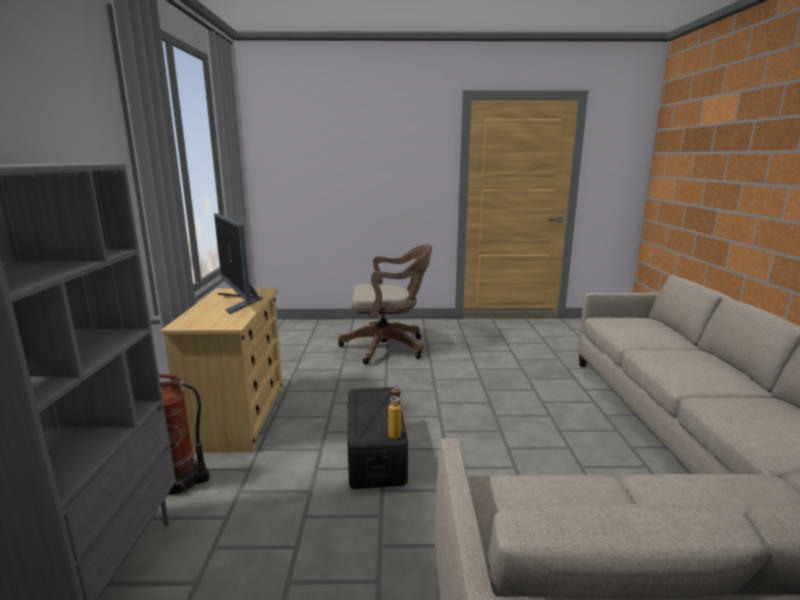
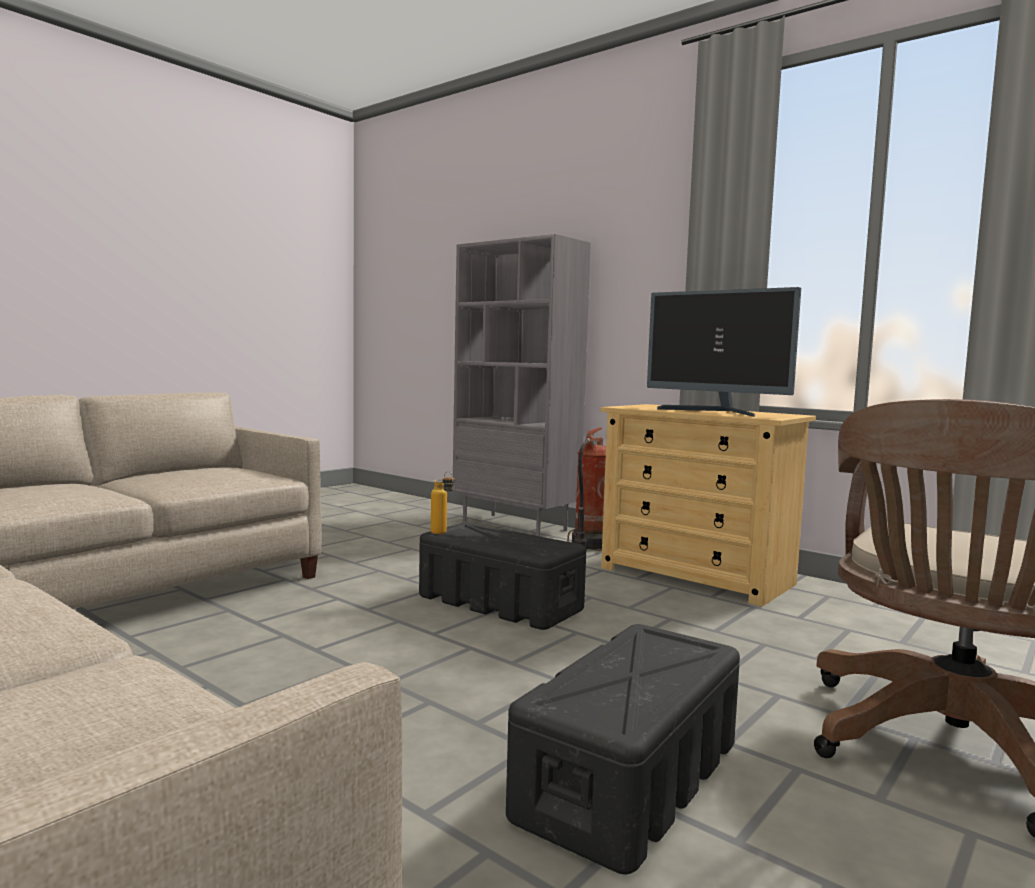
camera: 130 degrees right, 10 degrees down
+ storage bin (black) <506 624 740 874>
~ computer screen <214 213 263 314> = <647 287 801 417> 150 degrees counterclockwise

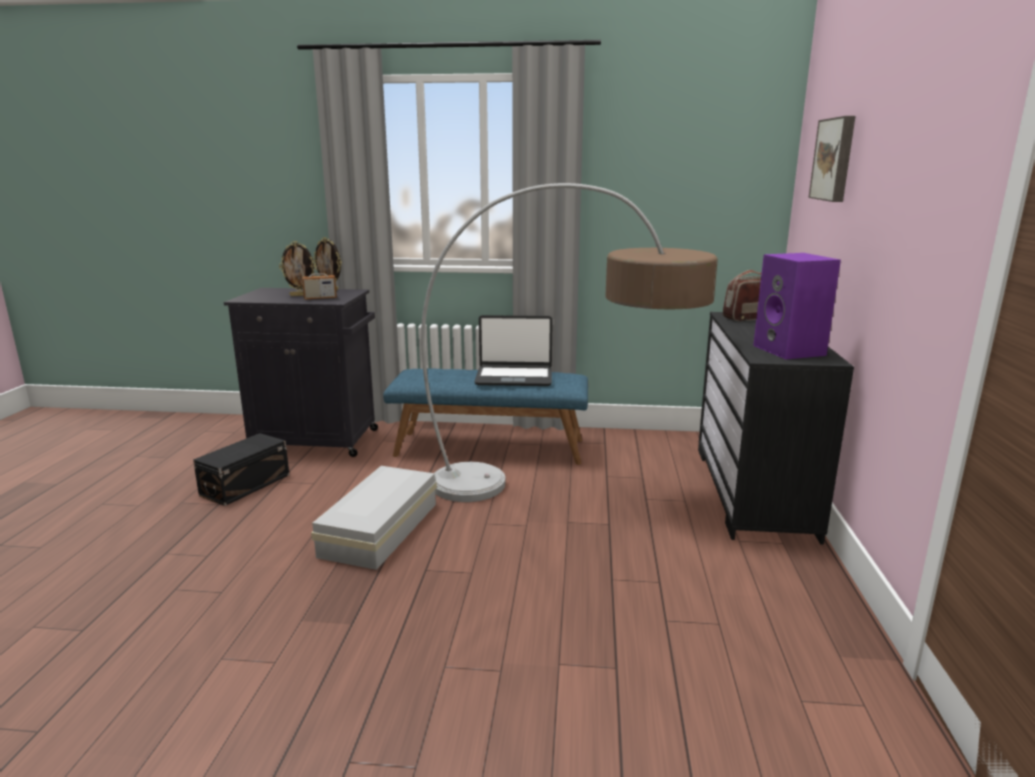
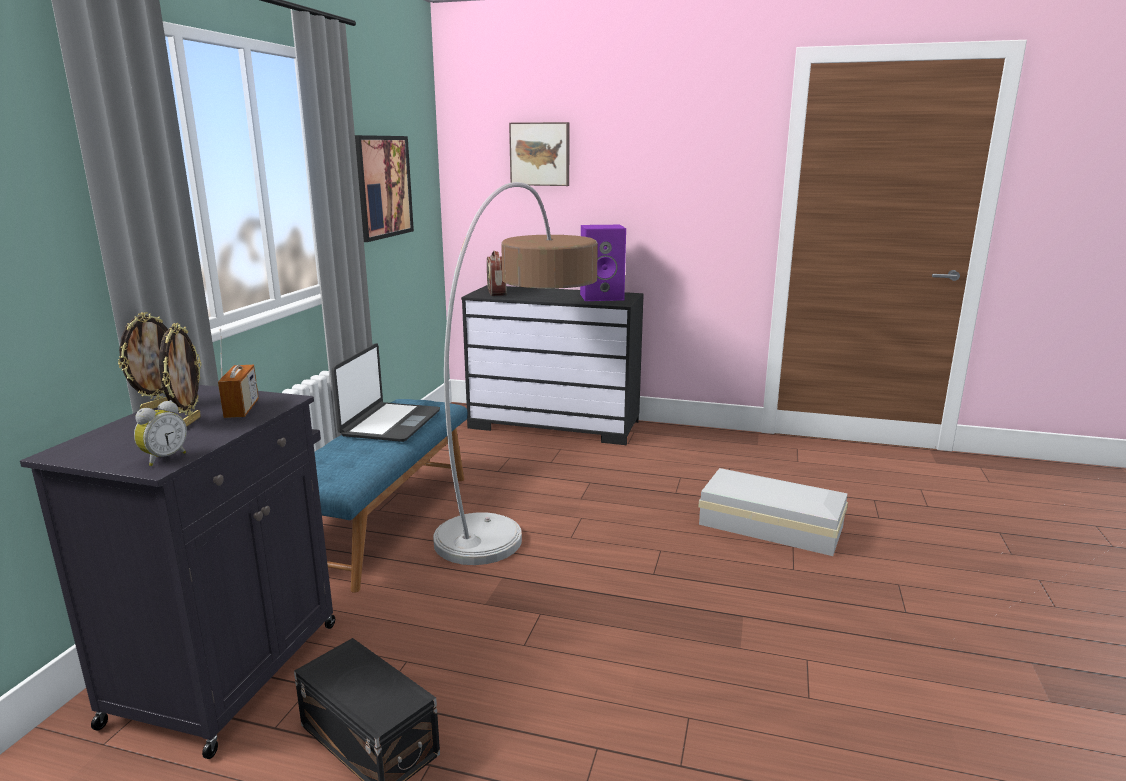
camera: 80 degrees left, 0 degrees up
+ bedside clock <134 400 187 466>
+ picture <355 135 414 242>
~ storage bin (whitish) <311 466 437 570> to <698 468 848 556>

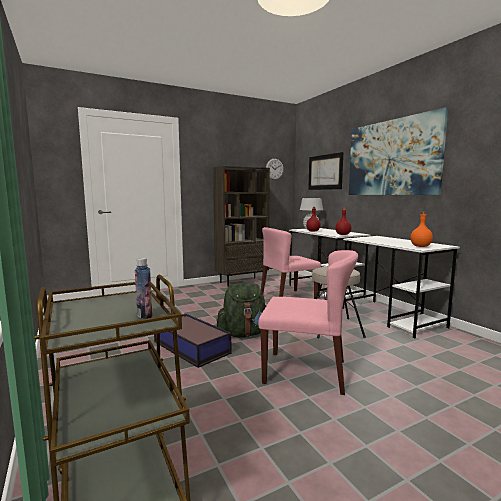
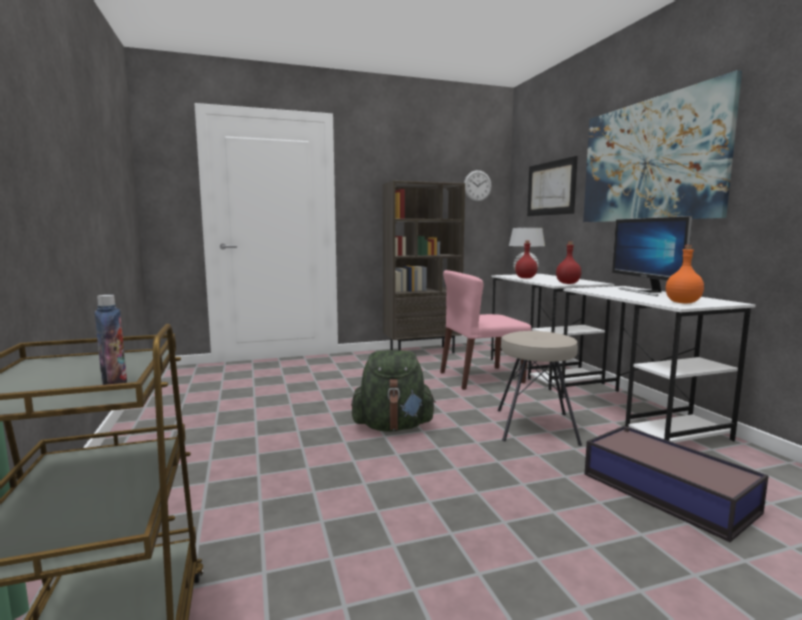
camera: 10 degrees right, 0 degrees up
- chair (pinkish) <258 250 358 395>
+ computer screen <612 216 692 296>
~ storage bin <154 314 231 368> to <584 426 769 542>

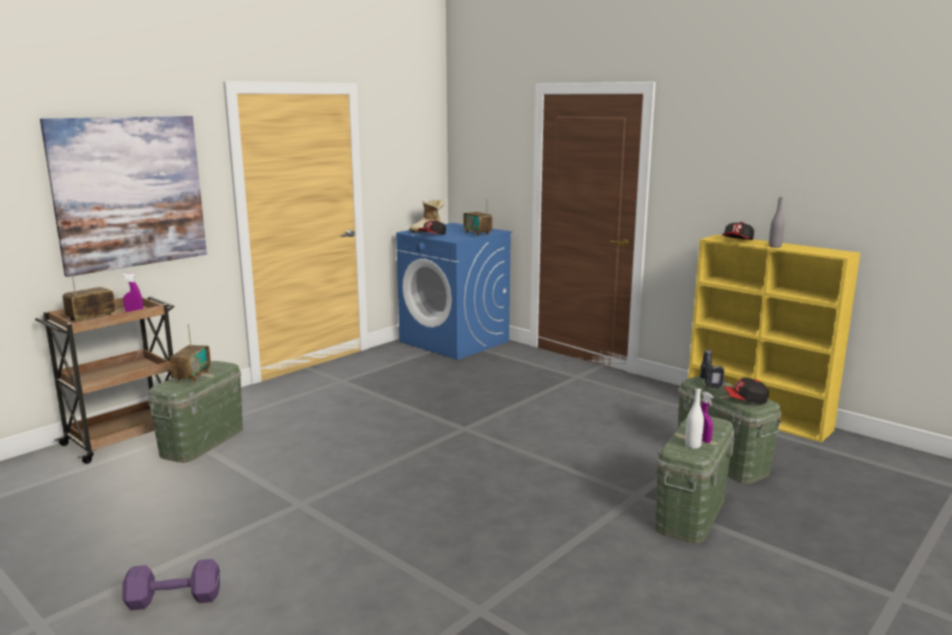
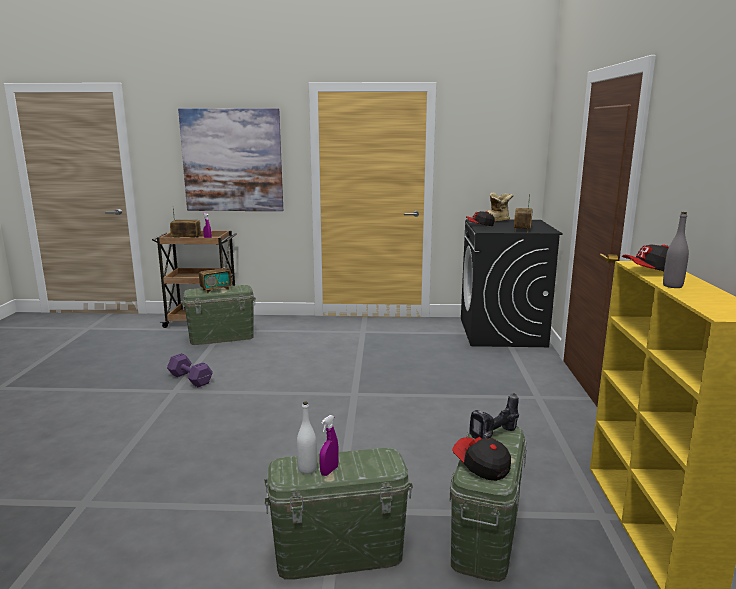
camera: 50 degrees right, 0 degrees up
~ dumbbell (purple) <122 559 220 610> to <167 353 213 387>
~ washing machine (blue) <396 223 512 360> to washing machine (black) <461 219 563 347>

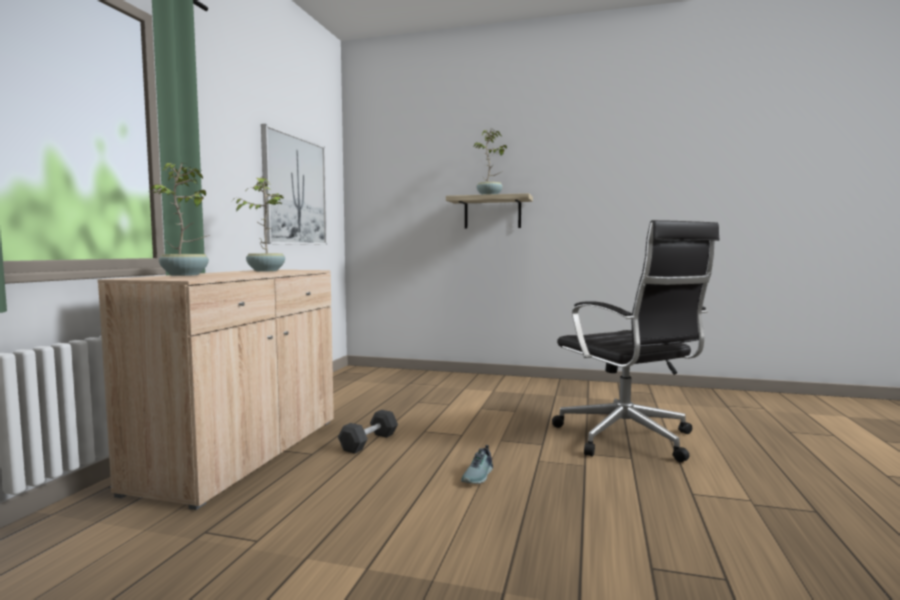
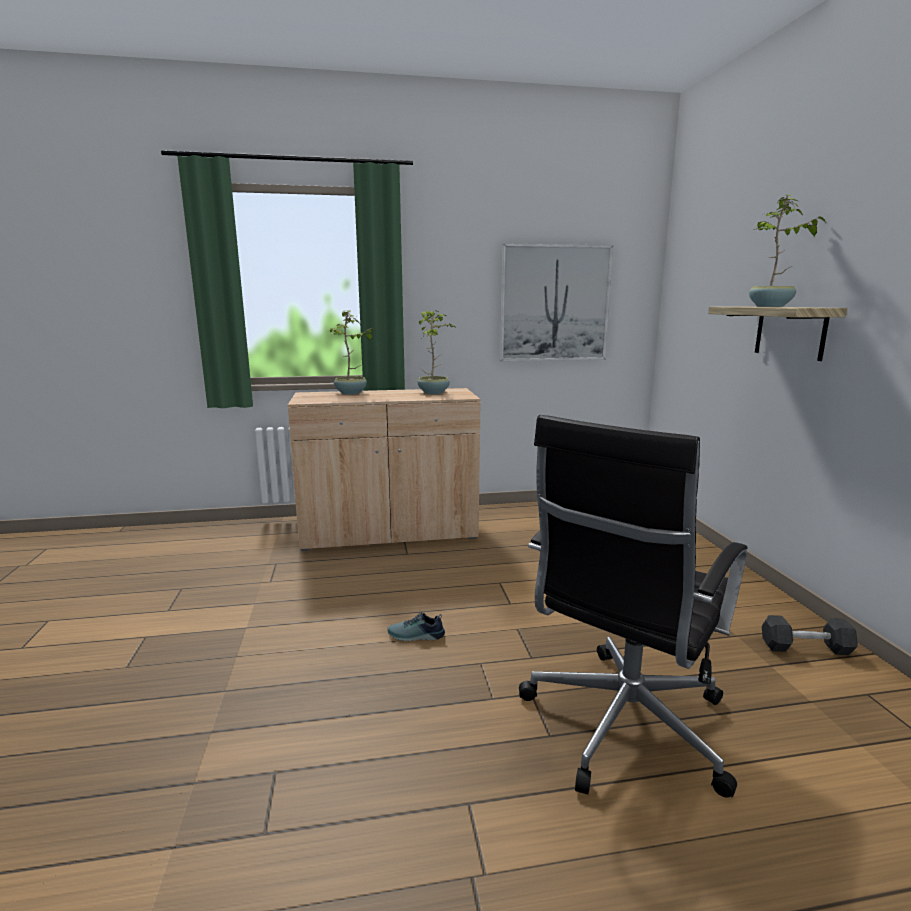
camera: 65 degrees right, 10 degrees up
~ dumbbell (black) <338 410 398 454> to <762 615 858 655>

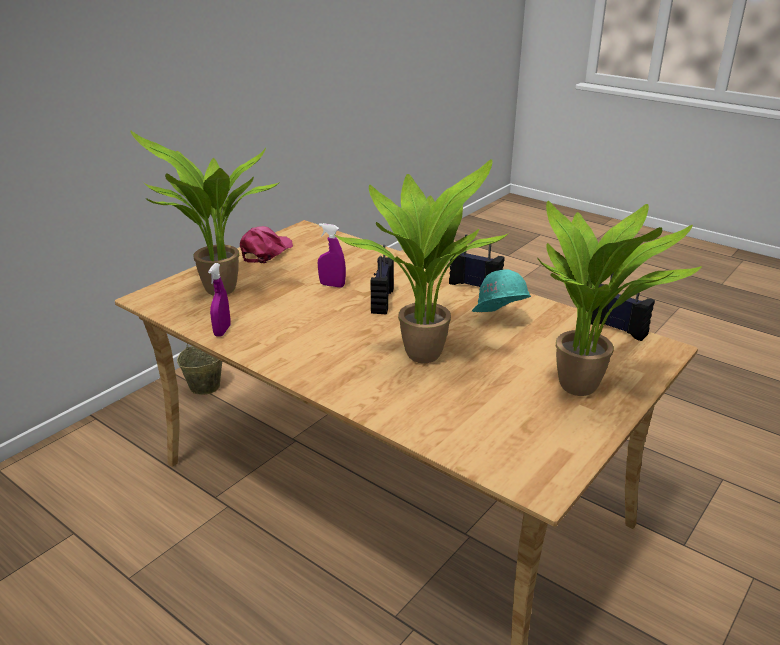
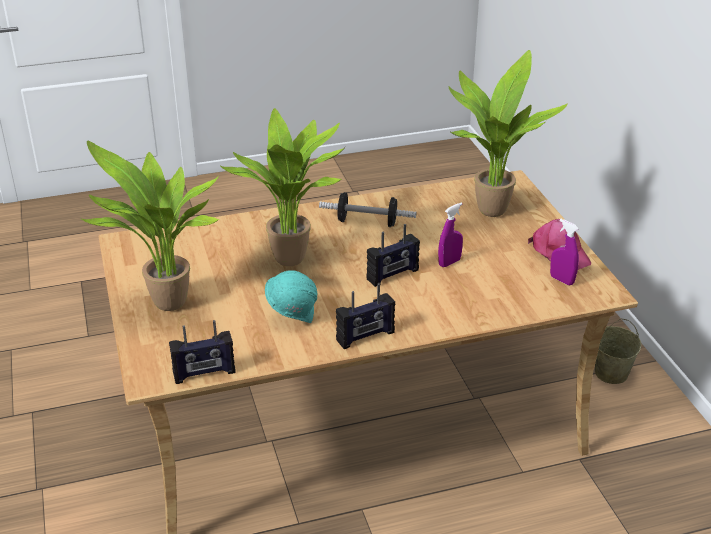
camera: 125 degrees right, 5 degrees up
+ dumbbell <319 192 416 227>
~ spray bottle (purple) <208 263 231 337> to <550 219 579 285>
~ radio receiver <370 245 394 314> = <367 224 420 287> 105 degrees clockwise

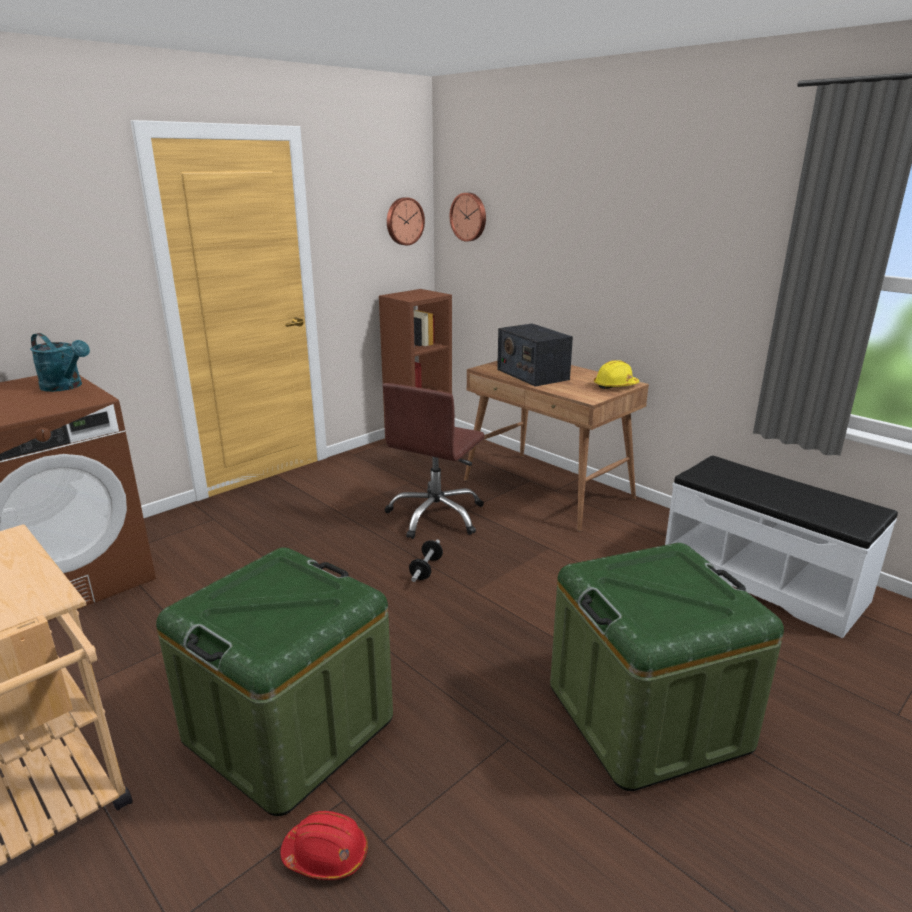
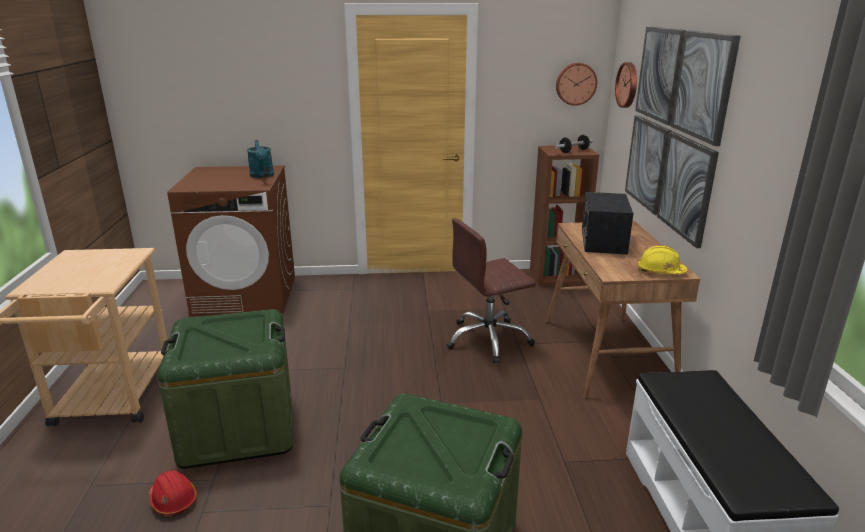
camera: 40 degrees right, 0 degrees up
+ picture <625 26 741 248>
~ dumbbell <409 540 443 582> to <555 135 593 153>

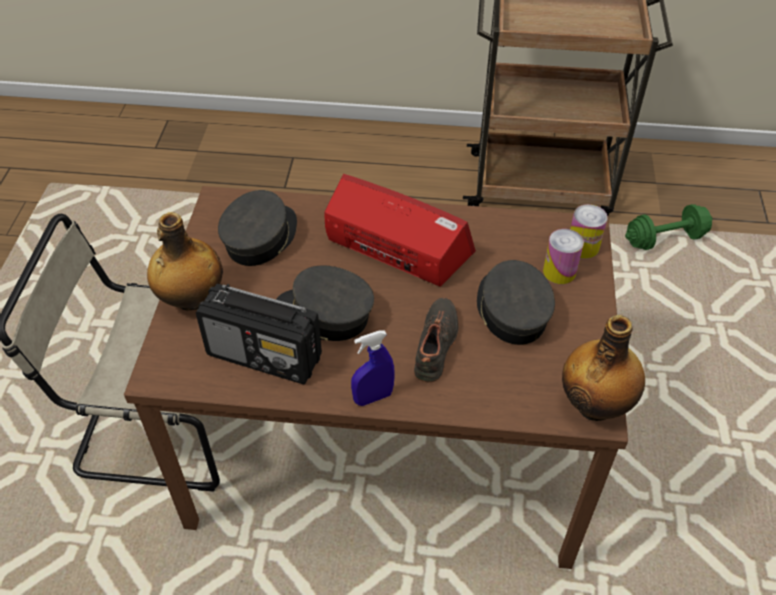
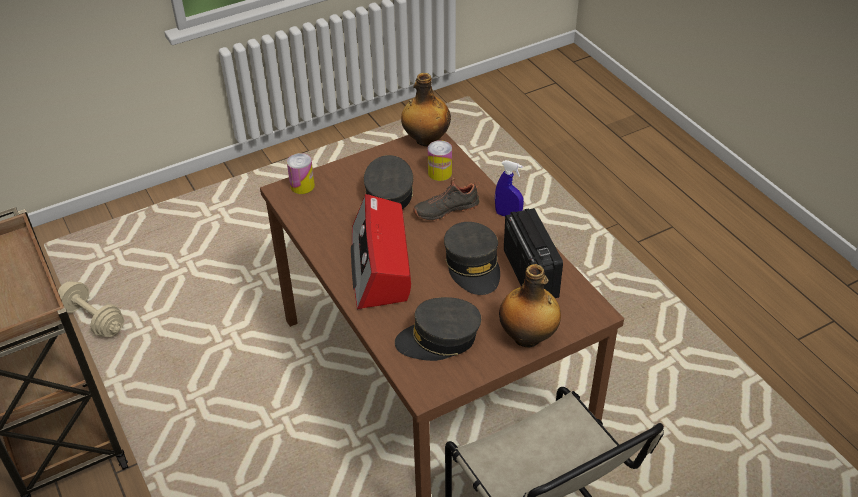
camera: 125 degrees left, 5 degrees down
~ metal can <543 229 584 284> to <428 140 452 181>
~ dumbbell (green-coloured) <625 204 713 250> to dumbbell (beige) <58 281 124 337>
~ cap (grey) <477 260 555 345> = <364 155 413 209> 135 degrees clockwise

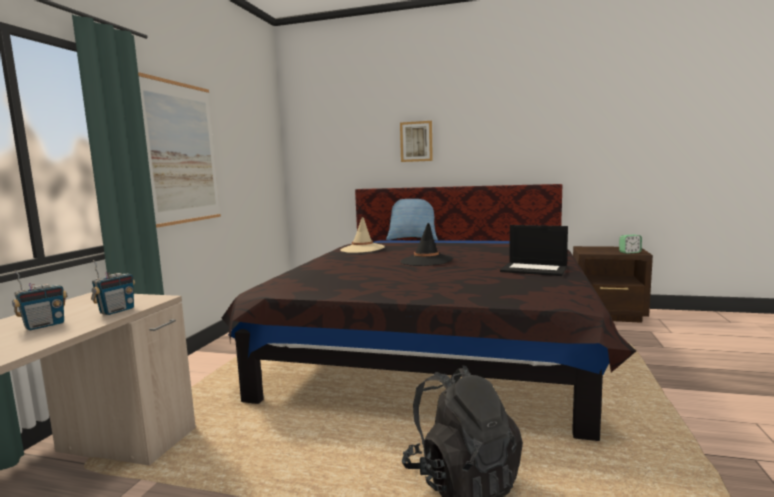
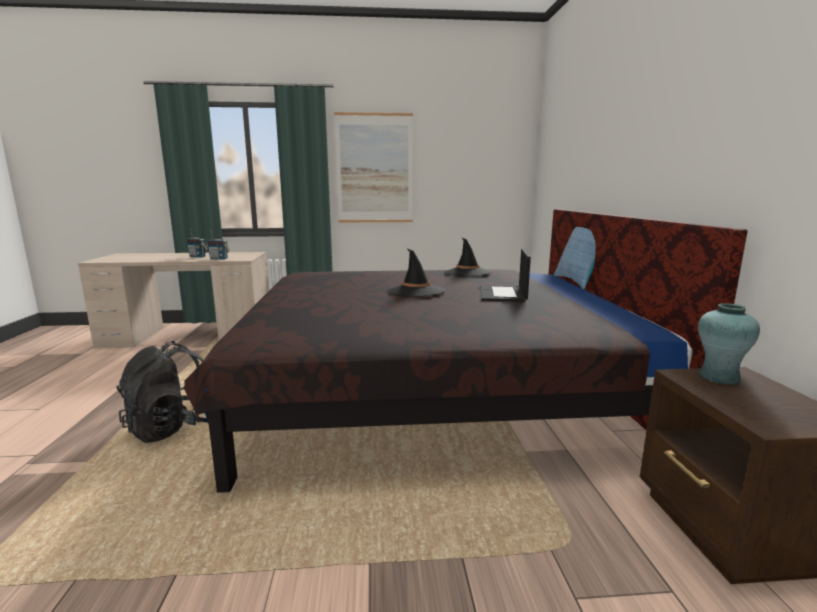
camera: 70 degrees right, 5 degrees up
- picture <400 121 433 162>
- bedside clock <619 235 642 254>
+ vase (turquoise-coloured) <698 303 760 385>
~ portable computer <500 225 568 276> to <480 249 531 302>
~ hat (beige) <340 217 385 253> to hat (black) <444 237 492 276>

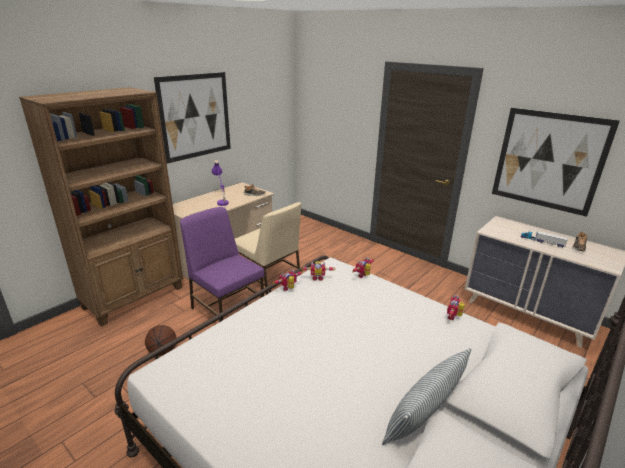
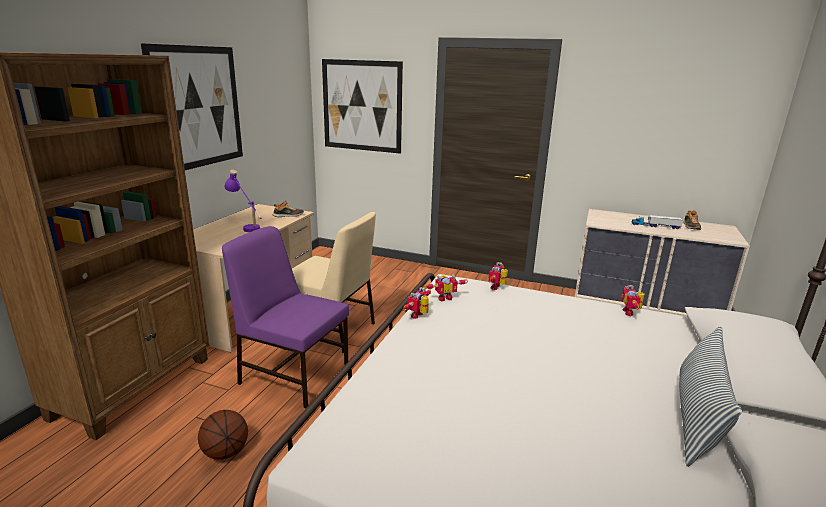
camera: 20 degrees left, 5 degrees down
~ picture <492 108 620 217> to <322 59 403 154>

